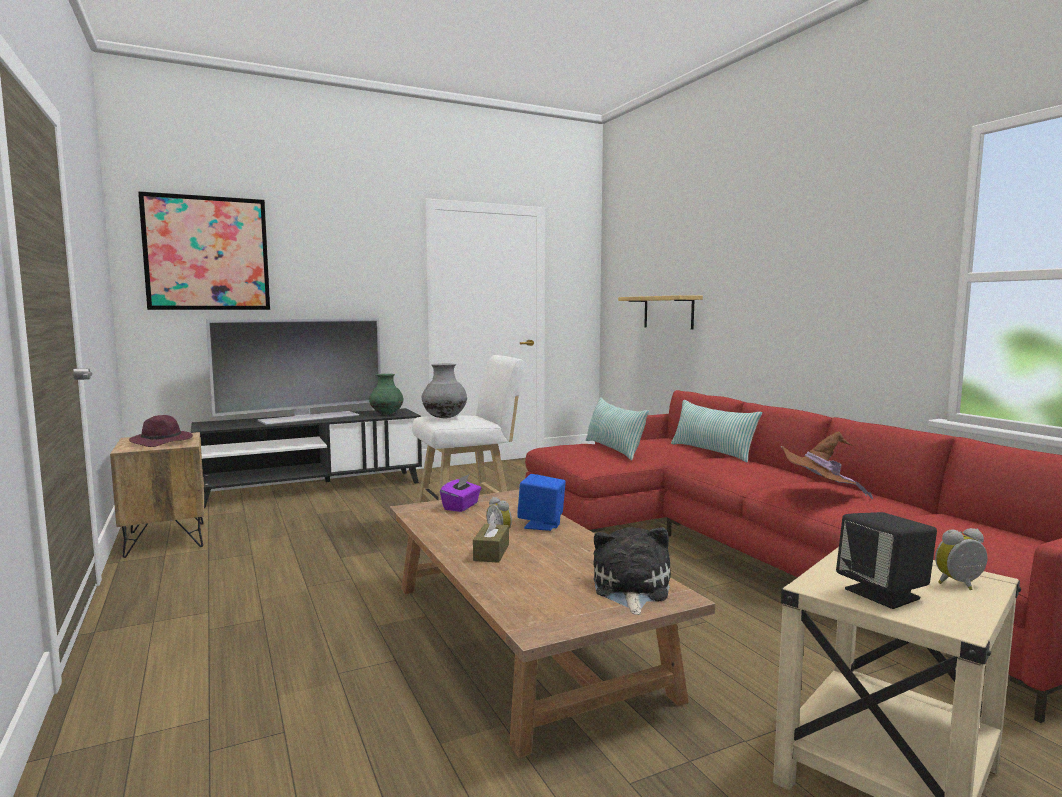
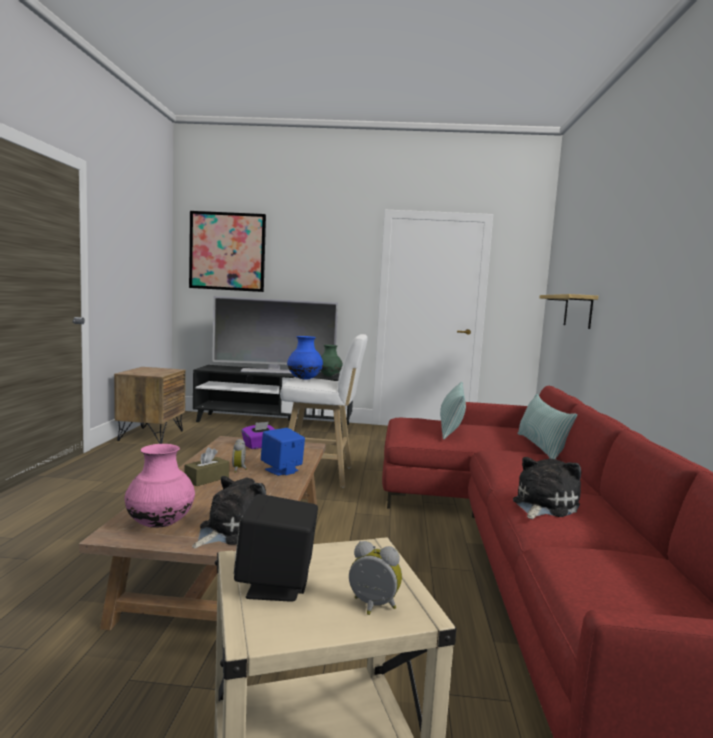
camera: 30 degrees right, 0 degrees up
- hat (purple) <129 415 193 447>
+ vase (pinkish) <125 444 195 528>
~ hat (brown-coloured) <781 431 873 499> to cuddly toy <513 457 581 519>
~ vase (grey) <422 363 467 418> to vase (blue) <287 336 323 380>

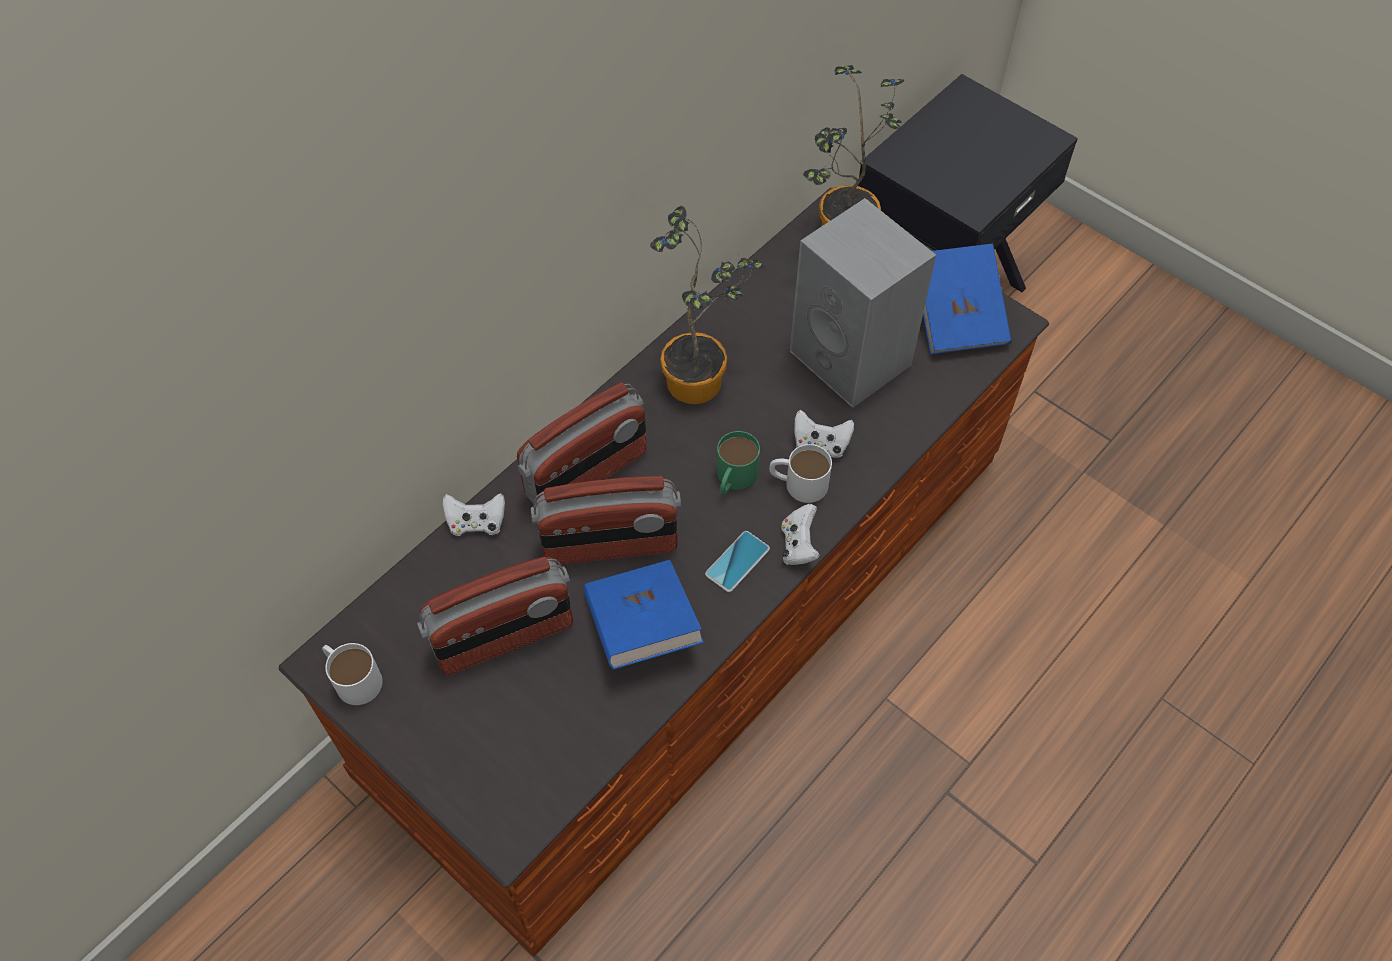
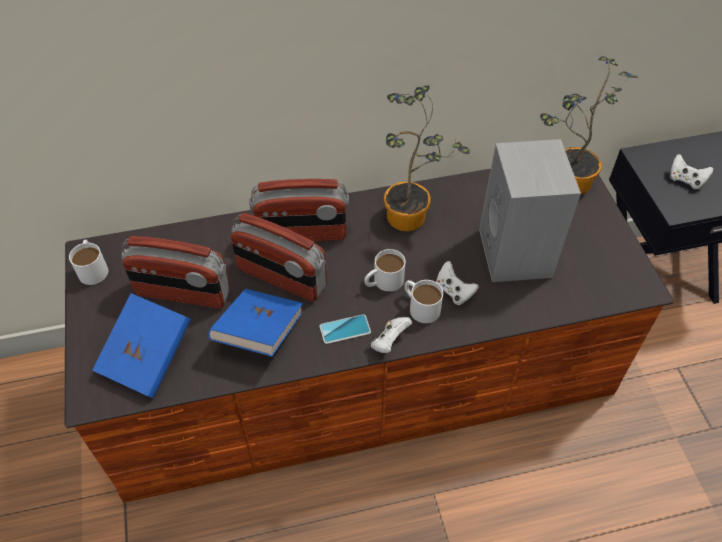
camera: 35 degrees right, 5 degrees down
~ joypad (whitish) <443 493 505 536> to <670 154 713 189>
~ bound book (blue) <923 244 1012 355> to <92 293 191 398>
~ tea mug (green-coloured) <717 431 760 495> to tea mug (whitish) <364 249 405 292>

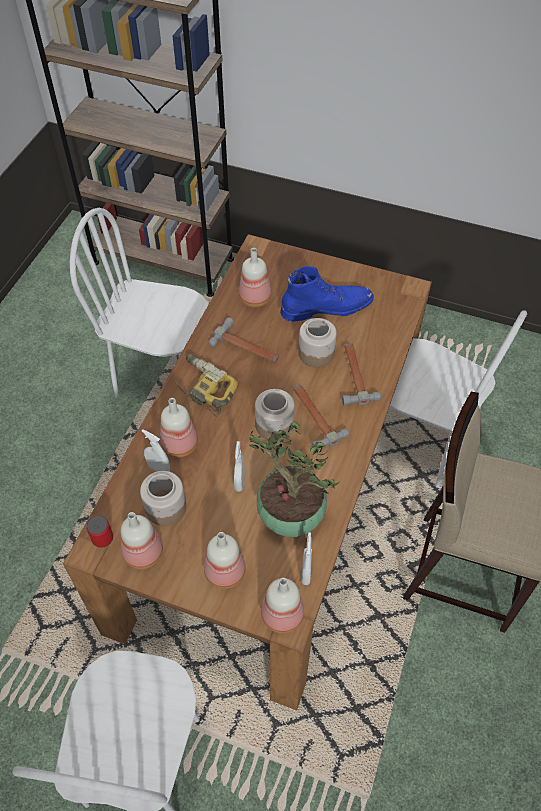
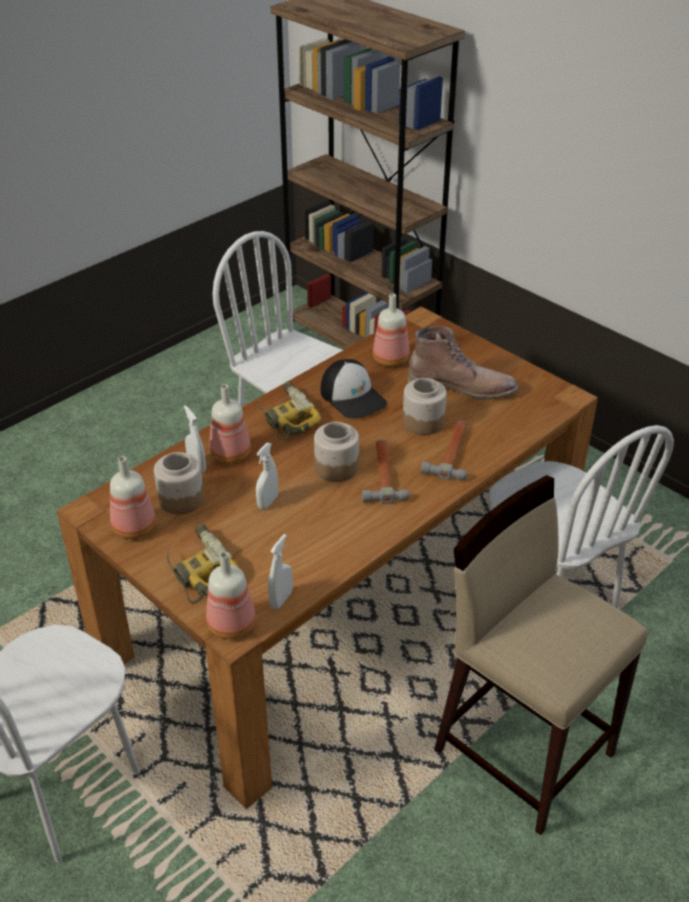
camera: 25 degrees right, 15 degrees down
- metal can <86 515 113 548>
- potted plant <247 422 339 537>
~ beverage bottle <204 532 246 589> to electric drill <167 524 239 604>
~ hand hammer <209 317 279 363> to cap <321 359 387 418>
~ boot (blue) <280 266 374 322> to boot (brown-coloured) <407 326 518 401>

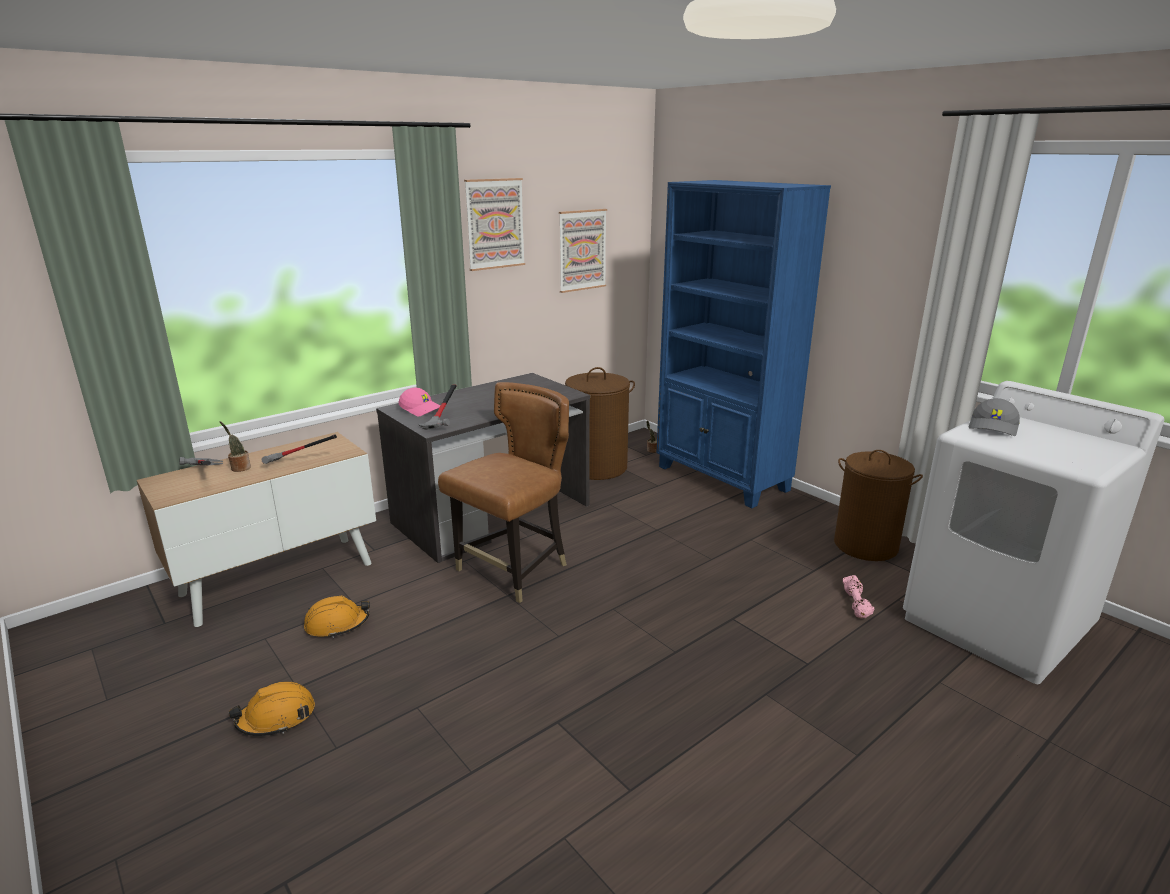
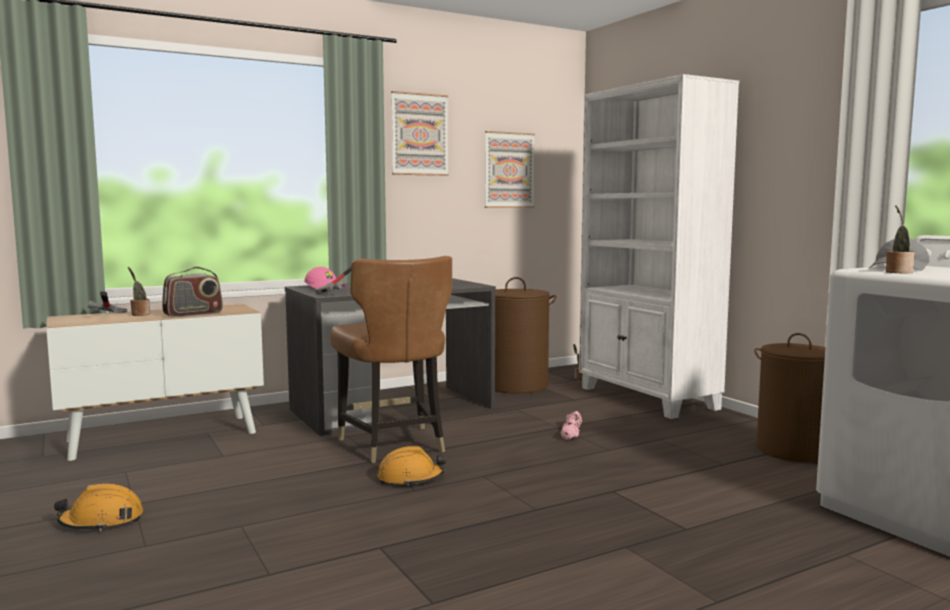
camera: 10 degrees right, 15 degrees down
+ potted plant <886 205 915 273>
~ safety helmet (orange) <304 596 370 638> to <377 446 446 487>
~ dumbbell (pinkish) <843 575 874 618> to <561 411 582 439>
~ hand hammer <261 434 337 464> to radio receiver <162 267 223 317>
~ bookcase (blue) <657 180 831 508> to bookcase (whitish) <579 74 739 419>
~ chair (brown-coloured) <438 382 569 603> = <330 256 452 463> 105 degrees clockwise

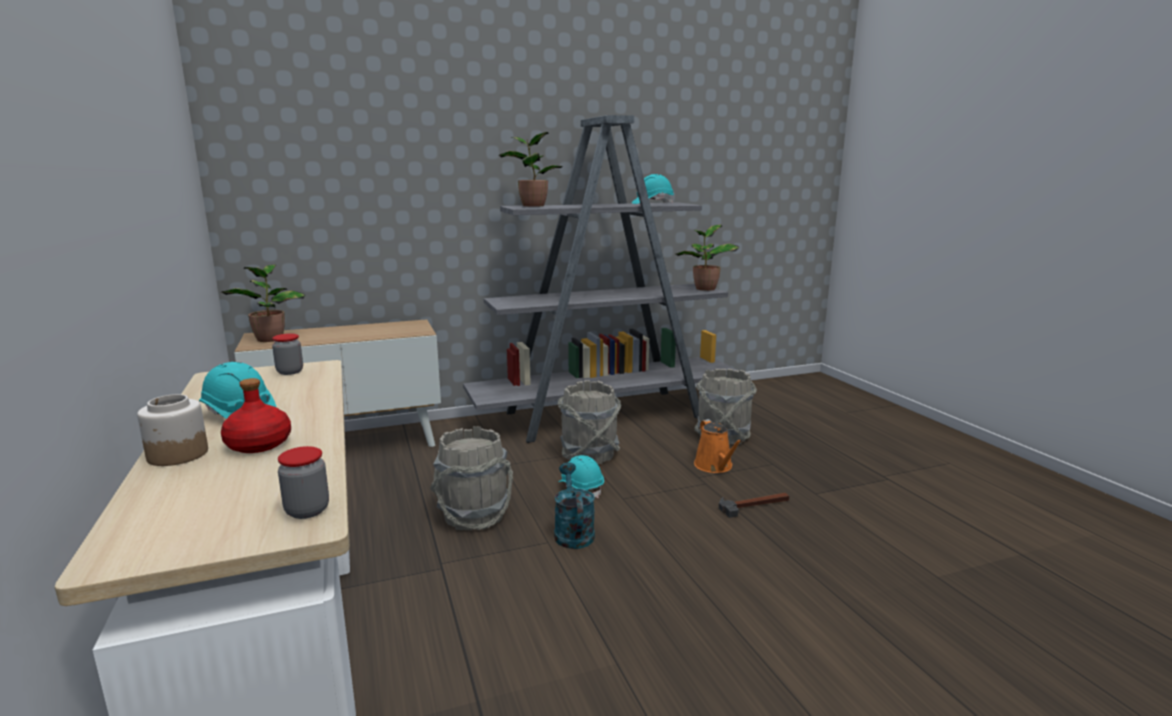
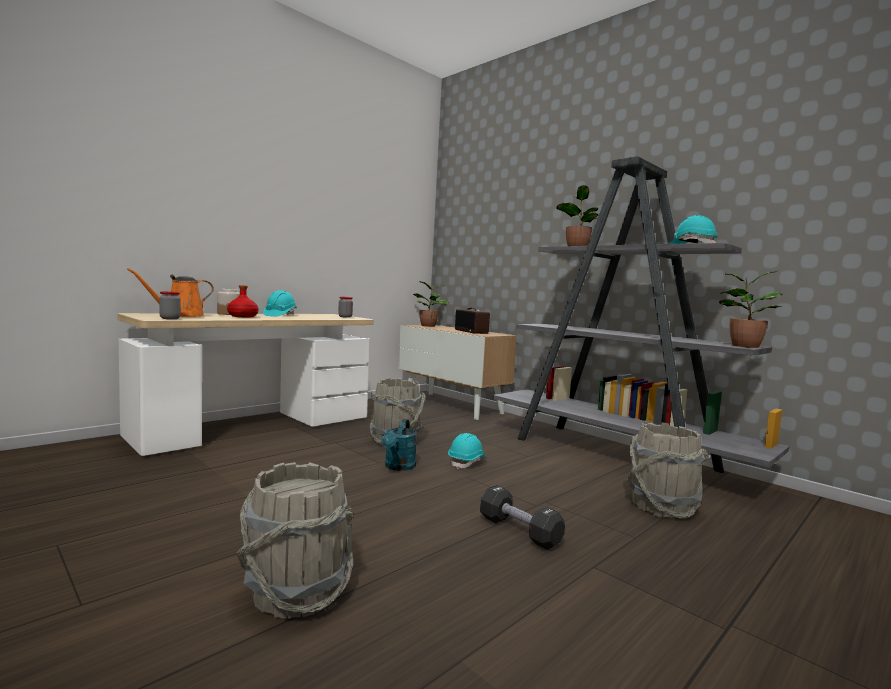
camera: 65 degrees right, 10 degrees down
+ radio receiver <455 308 490 334>
~ water bucket (grey) <558 380 621 464> to <237 462 353 618>
~ sprinkling can (orange) <694 419 742 473> to <127 268 214 317>
~ hand hammer <719 493 789 518> to dumbbell (black) <480 485 565 550>
~ sprinkling can (turquoise-coloured) <554 462 595 549> = <382 419 417 471> 135 degrees clockwise

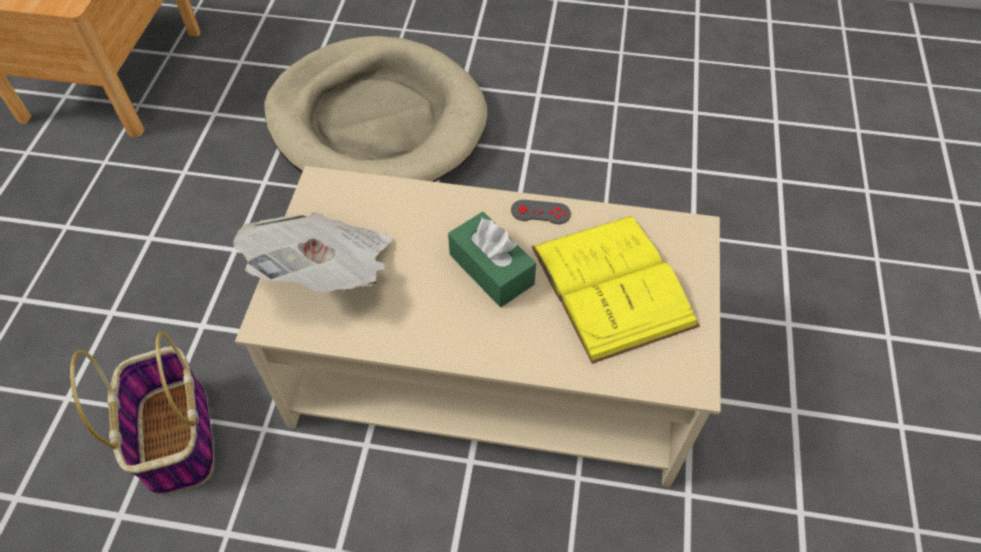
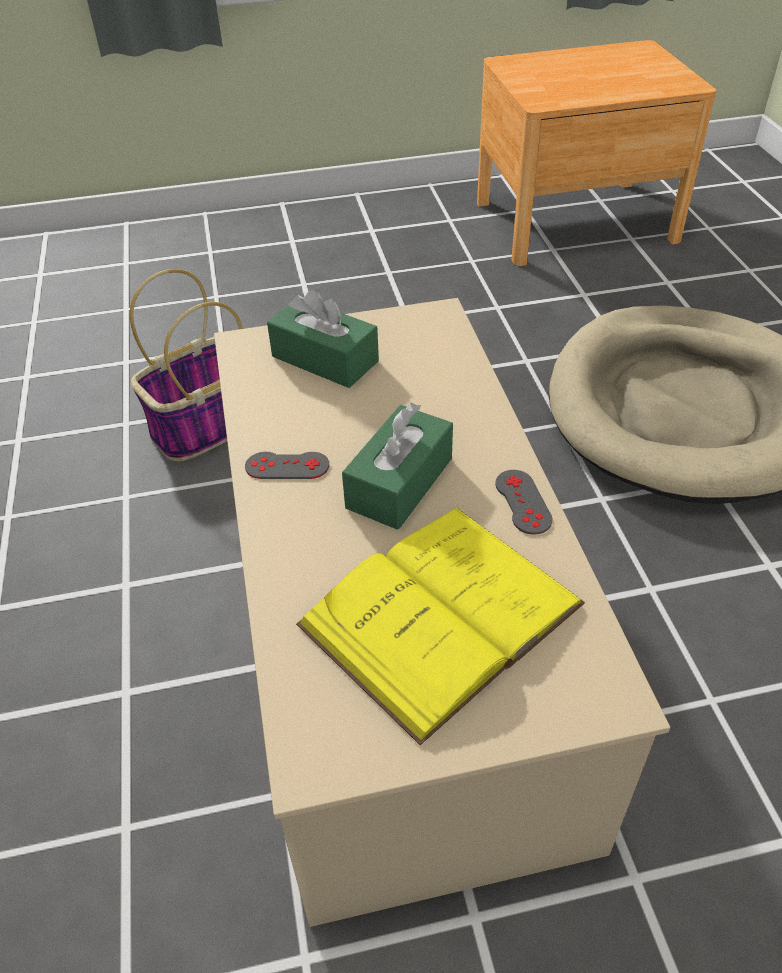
camera: 70 degrees right, 10 degrees down
+ joypad (grey) <245 452 329 479>
~ daily paper <233 212 392 293> to box of tissues (green-coloured) <267 289 379 388>

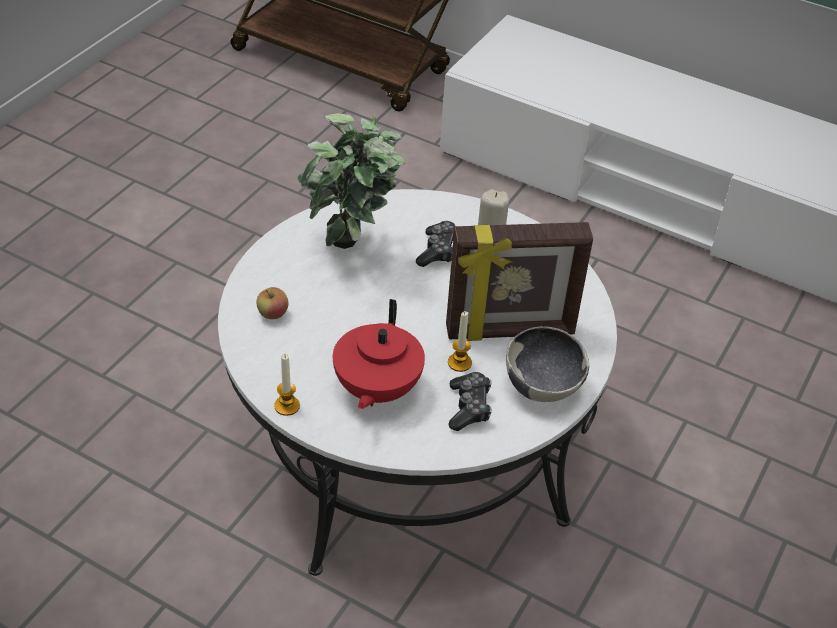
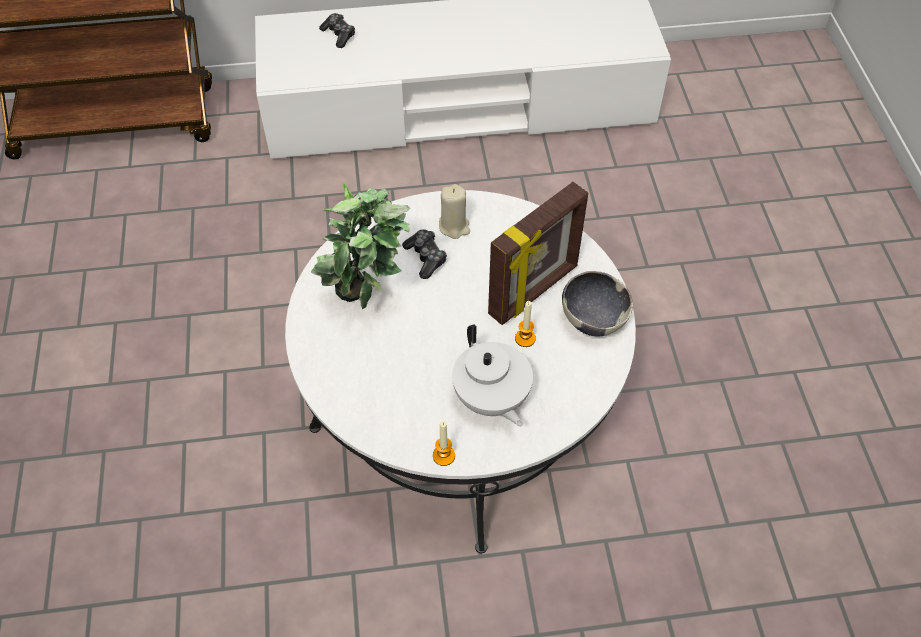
camera: 35 degrees left, 10 degrees up
- apple <256 287 289 319>
~ joypad <449 372 492 431> to <319 13 355 48>
~ tea pot (red-coloured) <333 299 425 409> to tea pot (whitish) <452 325 533 426>

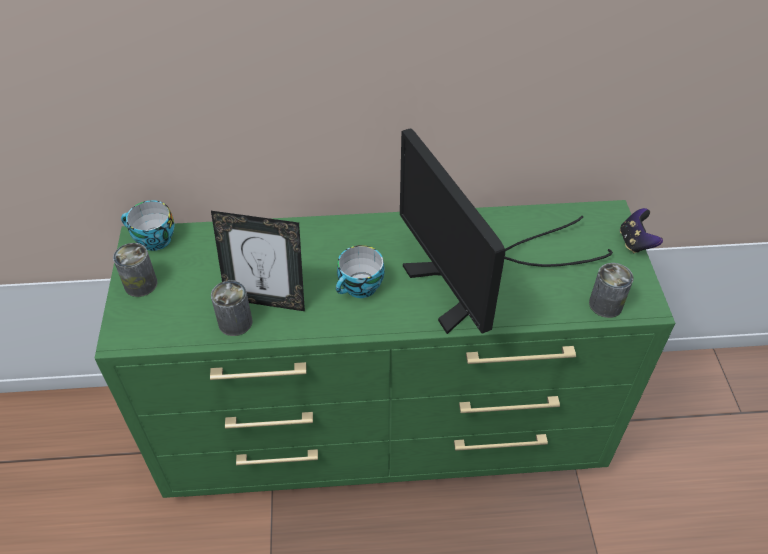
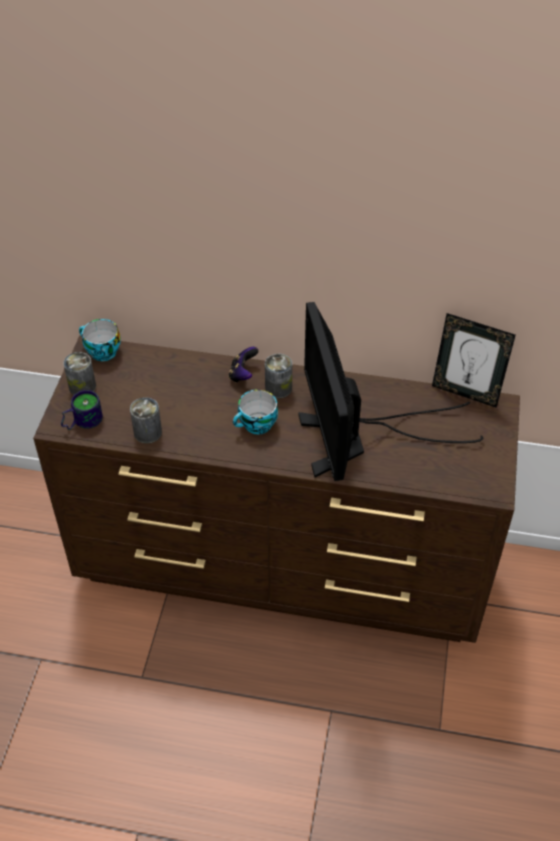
camera: 15 degrees right, 0 degrees up
+ tea mug <61 390 103 430>
~ standing frame <211 211 305 311> to <432 313 516 408>
~ metal can <589 263 633 318> to <265 354 292 399>
~ joypad <620 208 663 253> to <229 347 258 383>
~ drawer chest (green-coloured) <94 200 675 498> to drawer chest (brown-coloured) <33 336 520 643>

